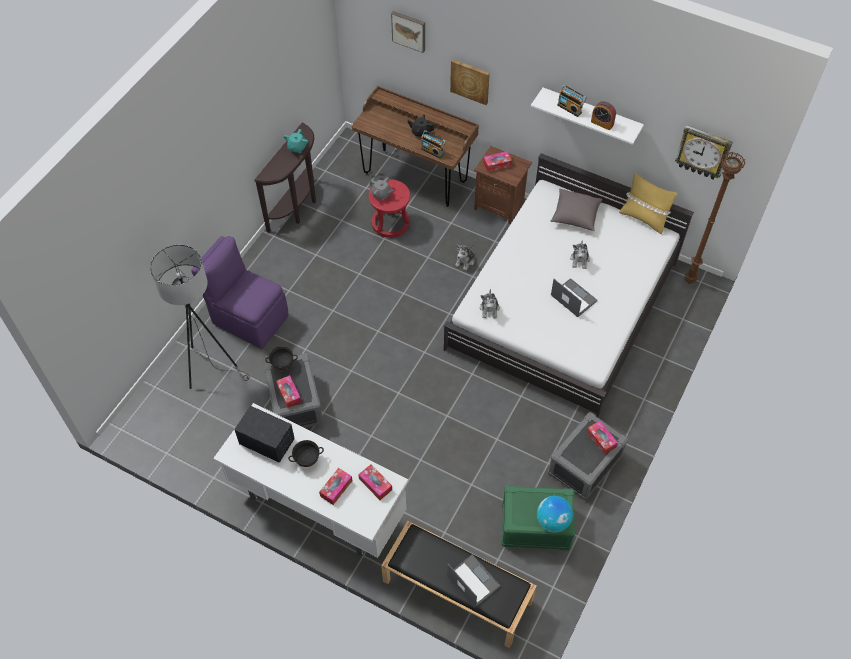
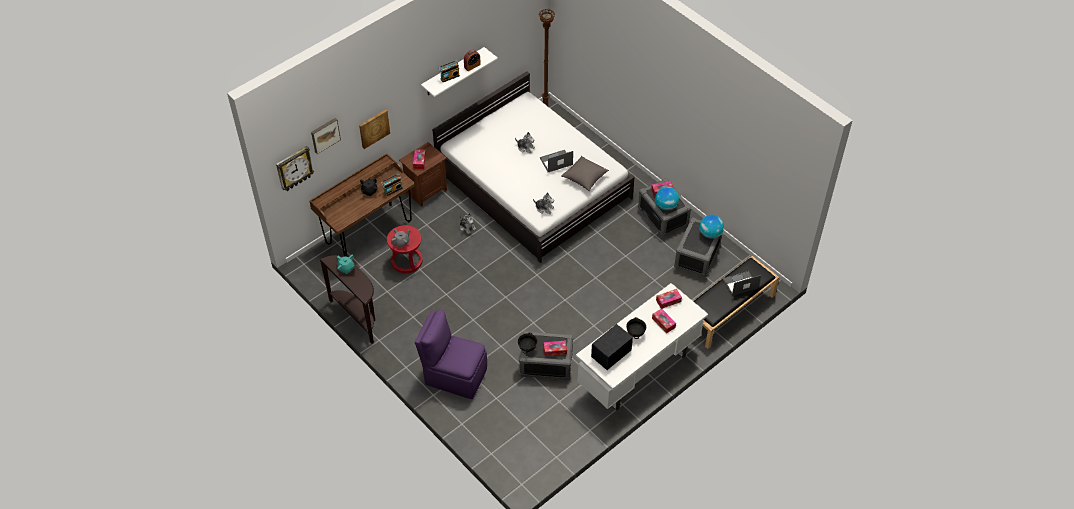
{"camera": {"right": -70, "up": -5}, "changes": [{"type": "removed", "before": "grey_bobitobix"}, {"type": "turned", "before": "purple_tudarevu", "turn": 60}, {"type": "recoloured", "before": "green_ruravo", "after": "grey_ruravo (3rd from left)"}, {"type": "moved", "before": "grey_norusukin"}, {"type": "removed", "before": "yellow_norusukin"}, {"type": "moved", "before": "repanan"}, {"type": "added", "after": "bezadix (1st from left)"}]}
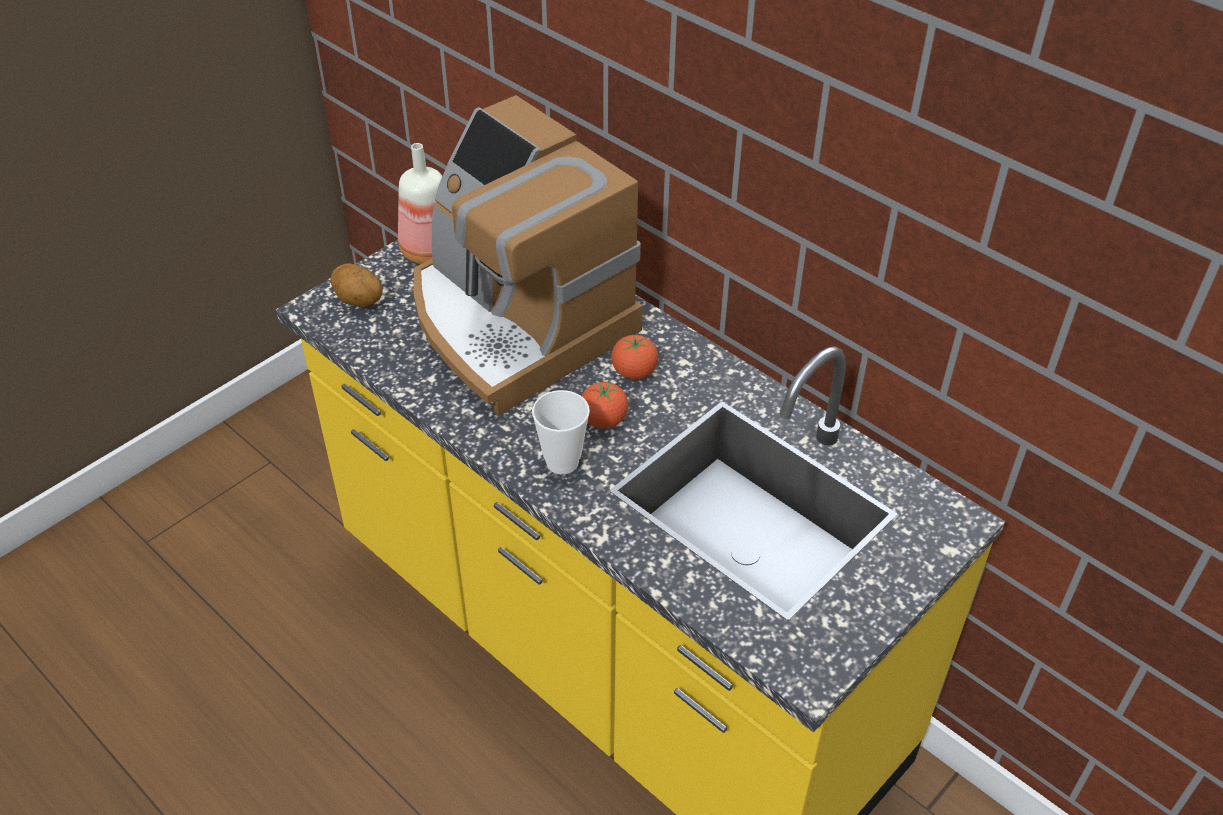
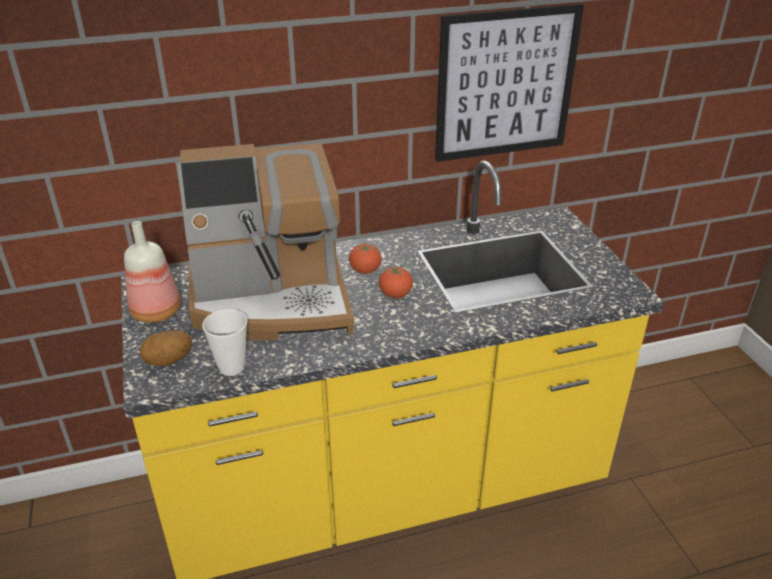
{"camera": {"right": -60, "up": -10}, "changes": [{"type": "moved", "before": "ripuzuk"}, {"type": "added", "after": "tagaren"}]}
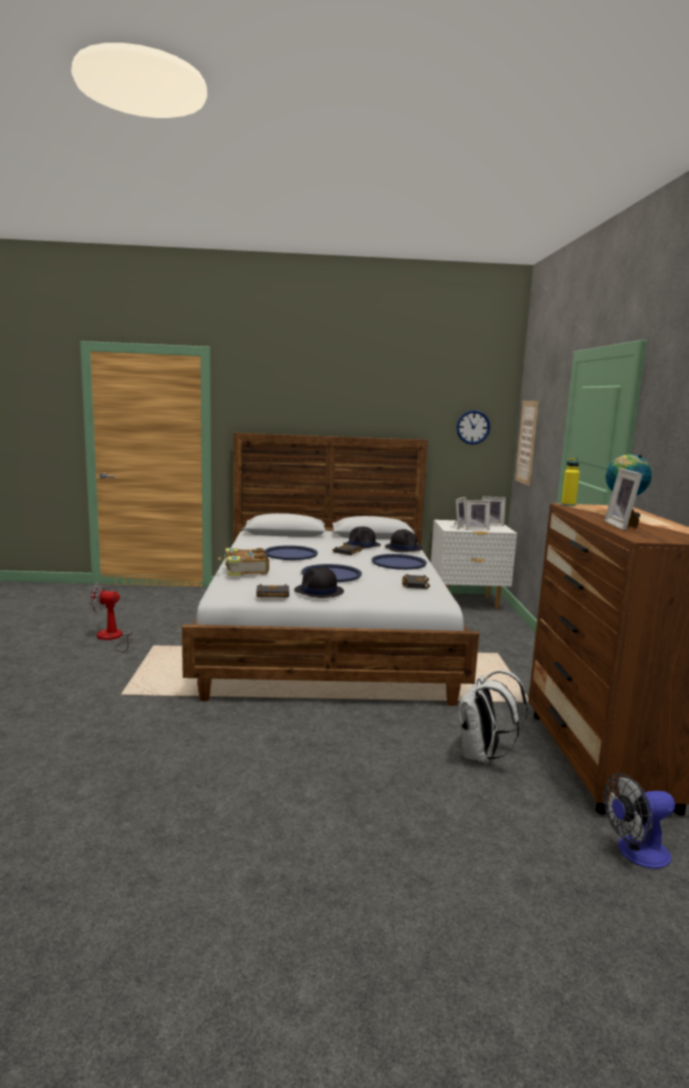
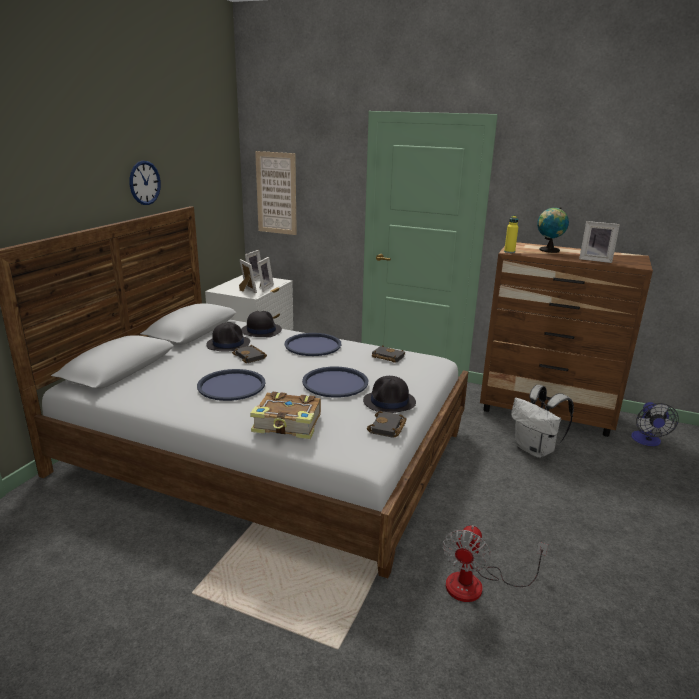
{"camera": {"right": -65, "up": 10}, "changes": [{"type": "moved", "before": "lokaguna (1st from left)"}, {"type": "moved", "before": "repanan"}]}
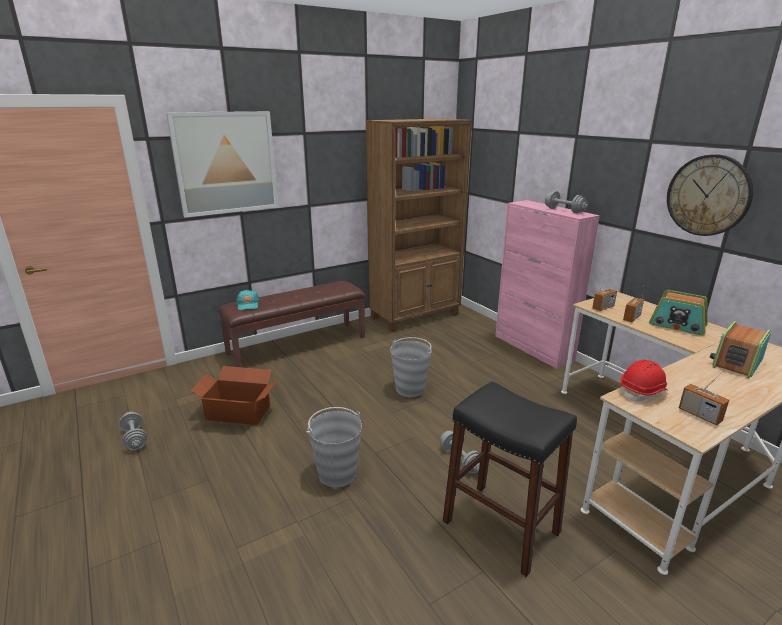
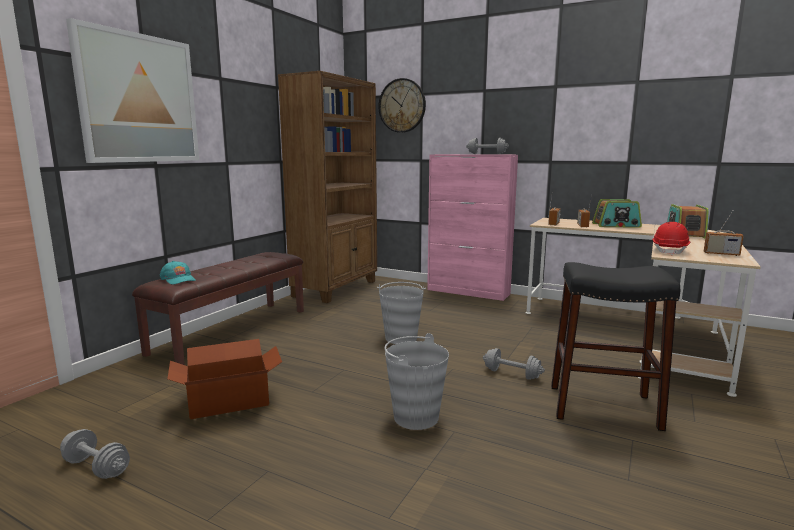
{"camera": {"right": -30, "up": -10}, "changes": [{"type": "moved", "before": "repanan"}]}
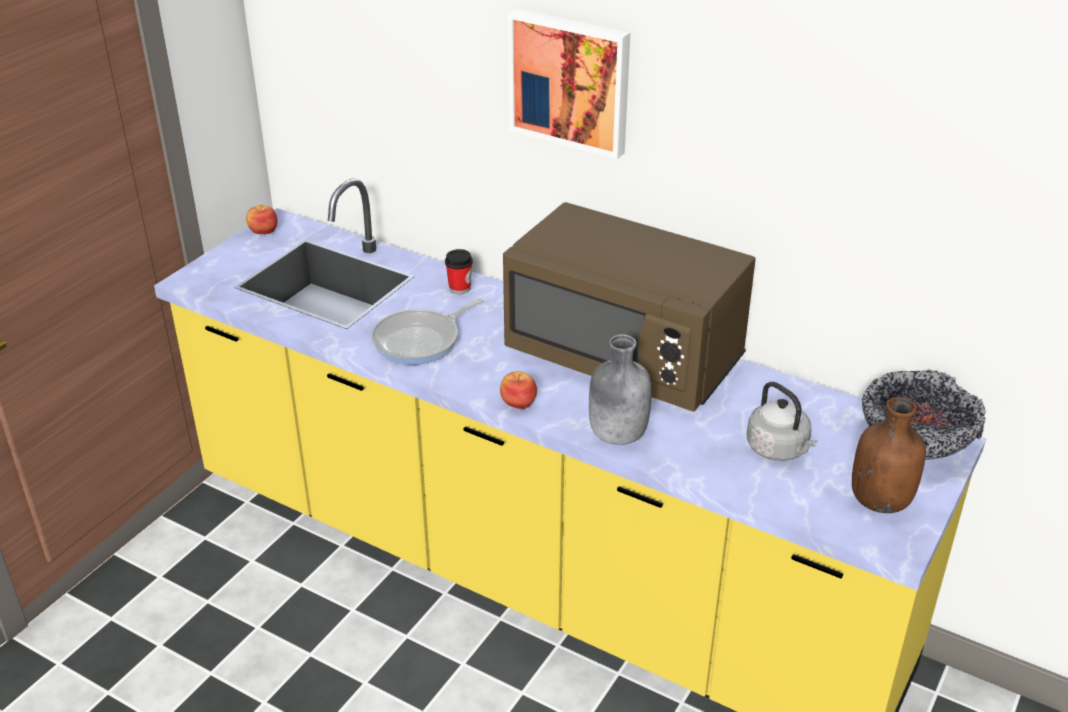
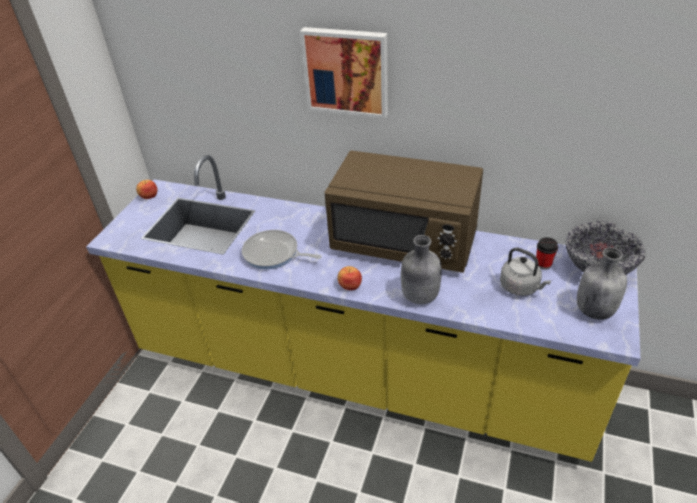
{"camera": {"right": -10, "up": 5}, "changes": [{"type": "turned", "before": "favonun", "turn": 75}, {"type": "moved", "before": "ripuzuk"}, {"type": "recoloured", "before": "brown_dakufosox", "after": "grey_dakufosox (2nd from left)"}]}
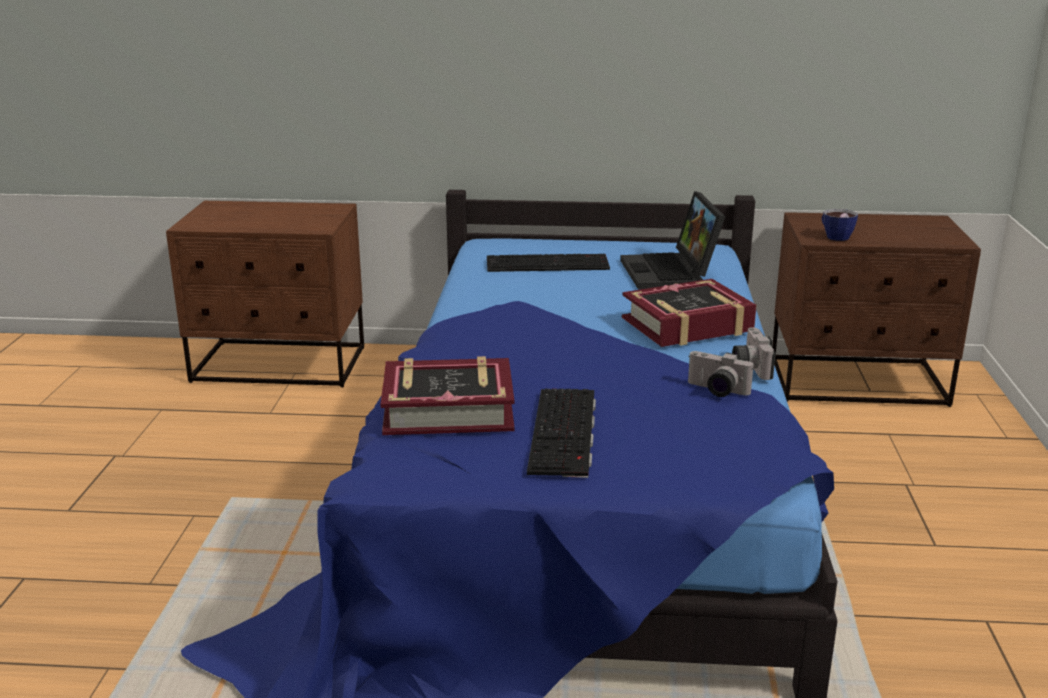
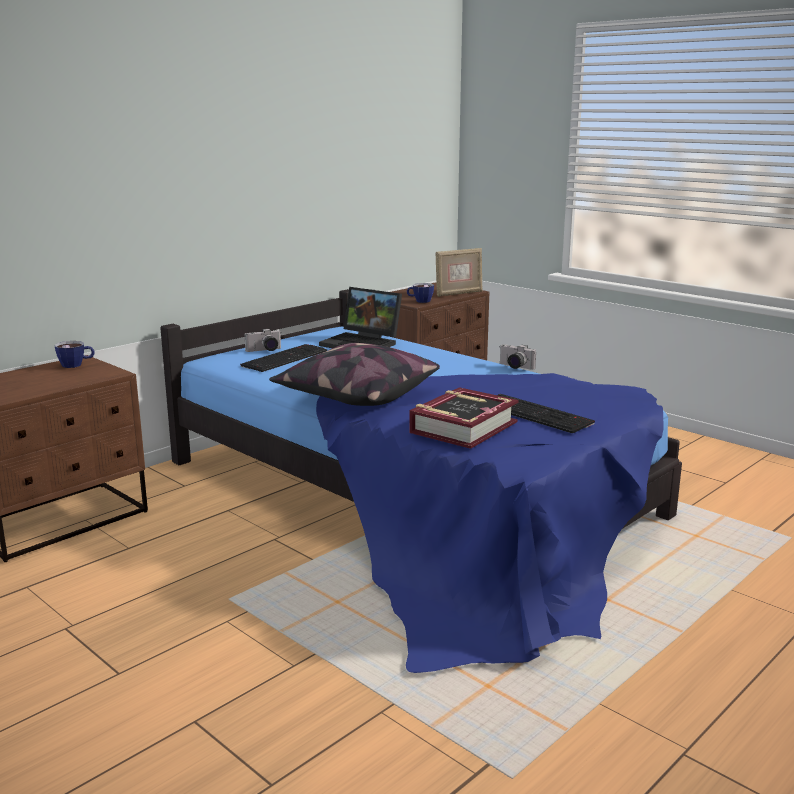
{"camera": {"right": -50, "up": -5}, "changes": [{"type": "removed", "before": "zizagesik (2nd from left)"}, {"type": "moved", "before": "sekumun (1st from left)"}, {"type": "added", "after": "ripuzuk (1st from left)"}, {"type": "added", "after": "norusukin"}, {"type": "added", "after": "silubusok"}]}
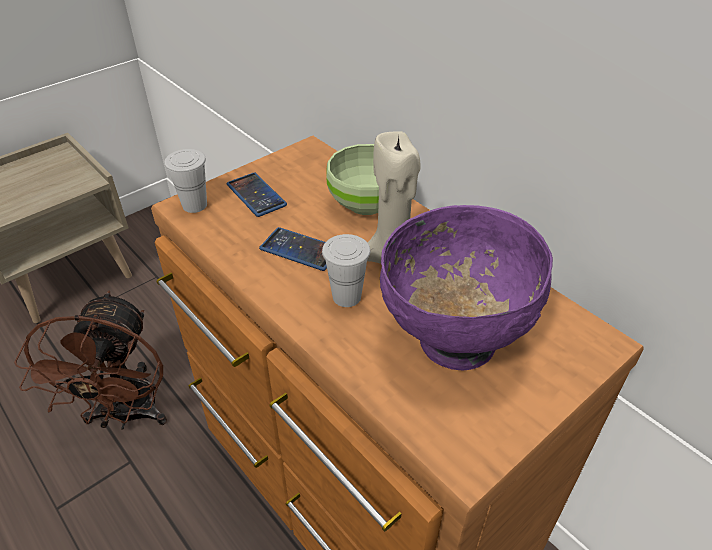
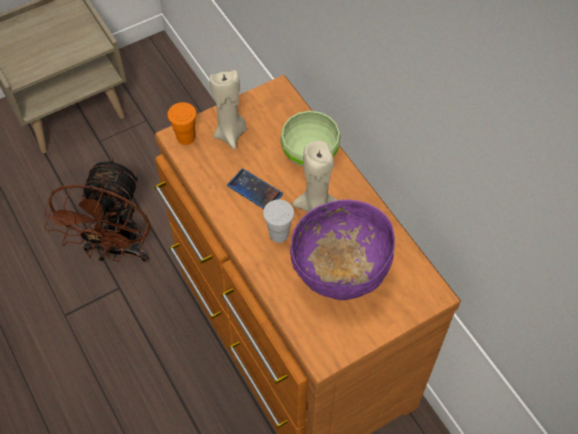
{"camera": {"right": 10, "up": 15}, "changes": [{"type": "recoloured", "before": "white_ripuzuk (1st from left)", "after": "orange_ripuzuk"}, {"type": "replaced", "before": "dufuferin (1st from left)", "after": "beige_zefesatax (1st from left)"}]}
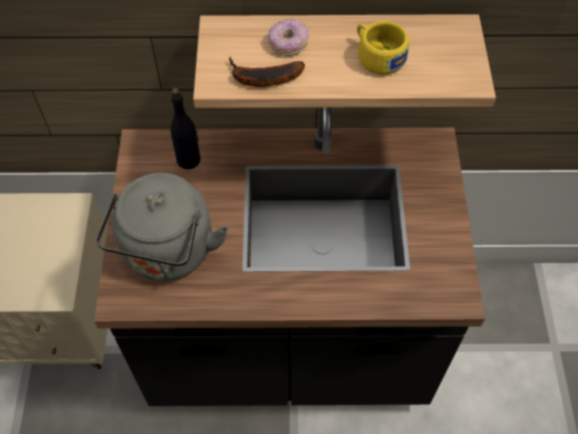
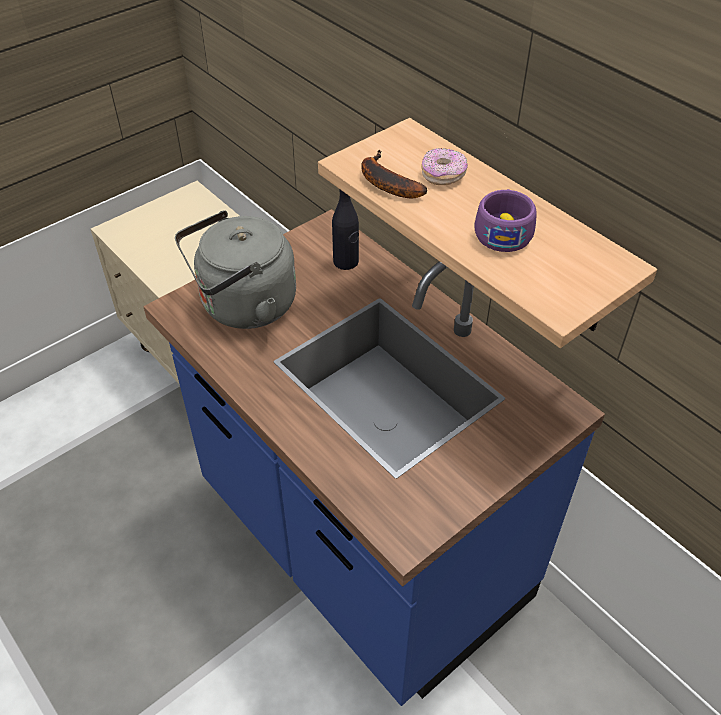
{"camera": {"right": 50, "up": -10}, "changes": [{"type": "recoloured", "before": "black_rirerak", "after": "blue_rirerak"}, {"type": "recoloured", "before": "yellow_ripuzuk", "after": "purple_ripuzuk"}]}
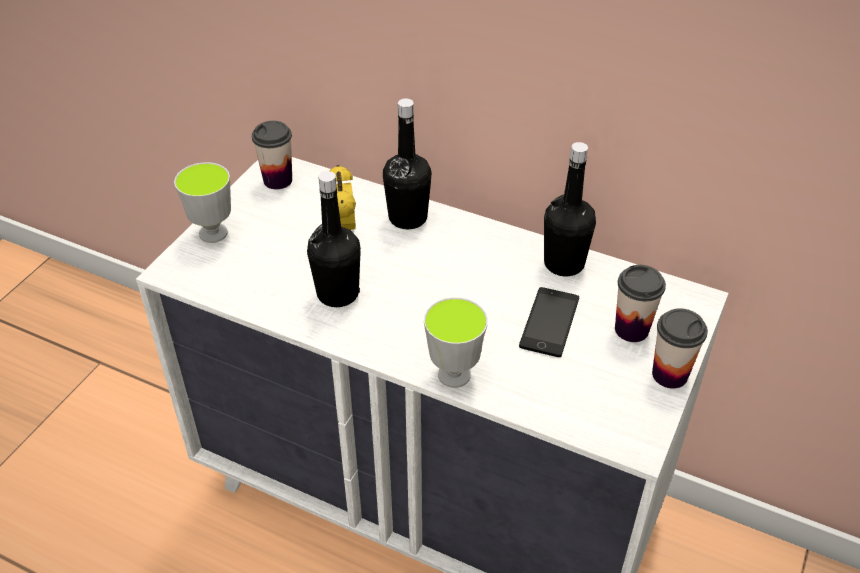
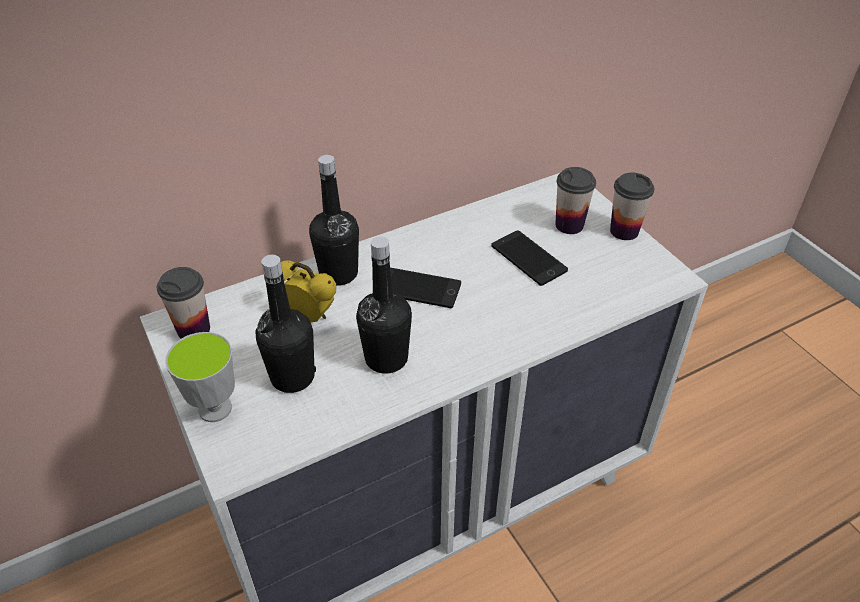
{"camera": {"right": -55, "up": 0}, "changes": [{"type": "removed", "before": "ripuzuk (3rd from left)"}, {"type": "moved", "before": "black_dakufosox (3rd from left in the first image)", "after": "black_dakufosox (1st from left)"}, {"type": "added", "after": "dufuferin (1st from left)"}]}
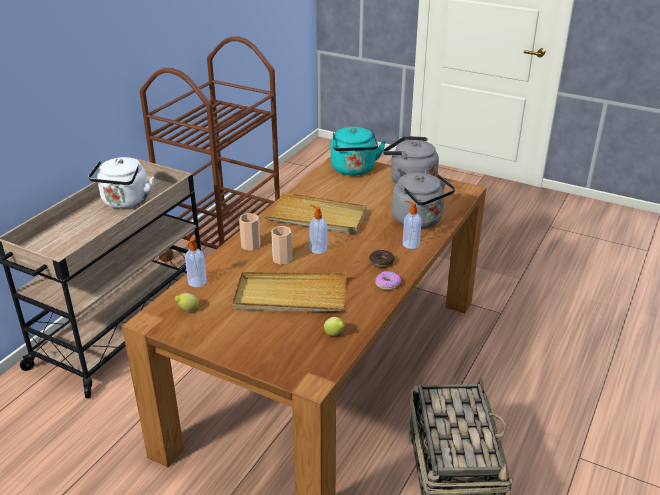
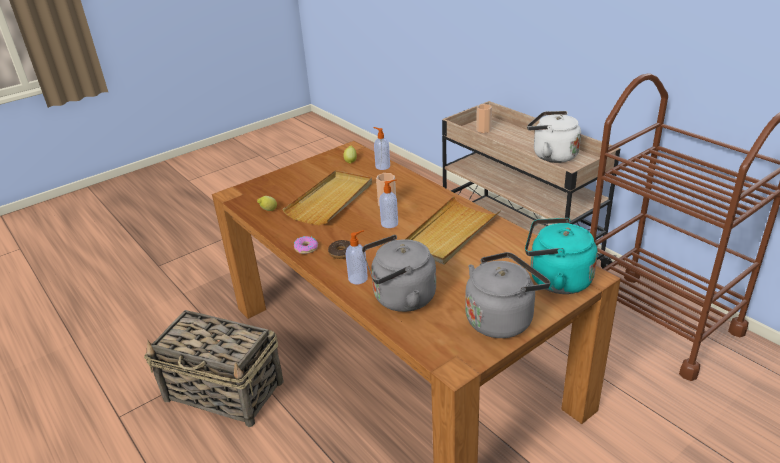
{"camera": {"right": 115, "up": 0}, "changes": [{"type": "moved", "before": "ripuzuk (1st from left in the first image)", "after": "ripuzuk (2nd from left)"}]}
